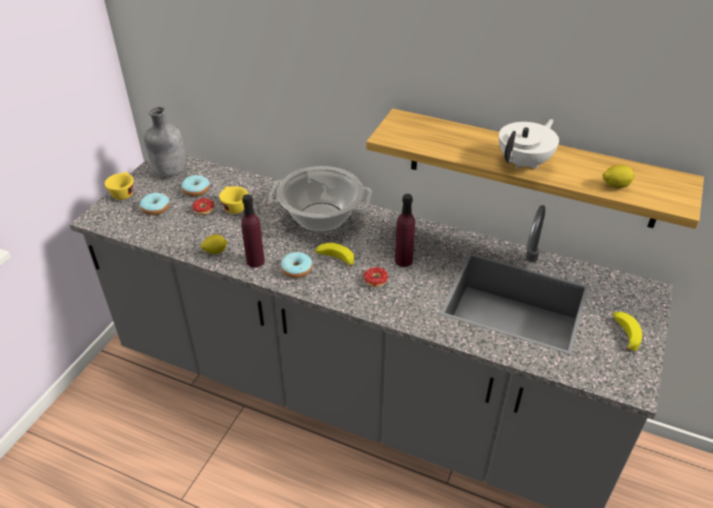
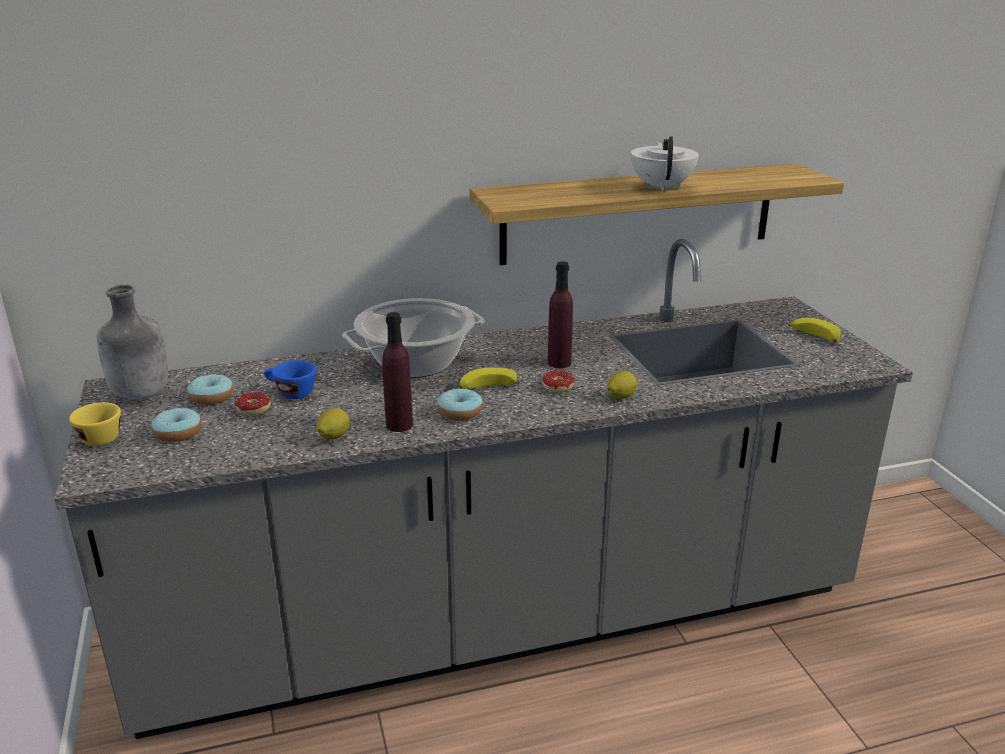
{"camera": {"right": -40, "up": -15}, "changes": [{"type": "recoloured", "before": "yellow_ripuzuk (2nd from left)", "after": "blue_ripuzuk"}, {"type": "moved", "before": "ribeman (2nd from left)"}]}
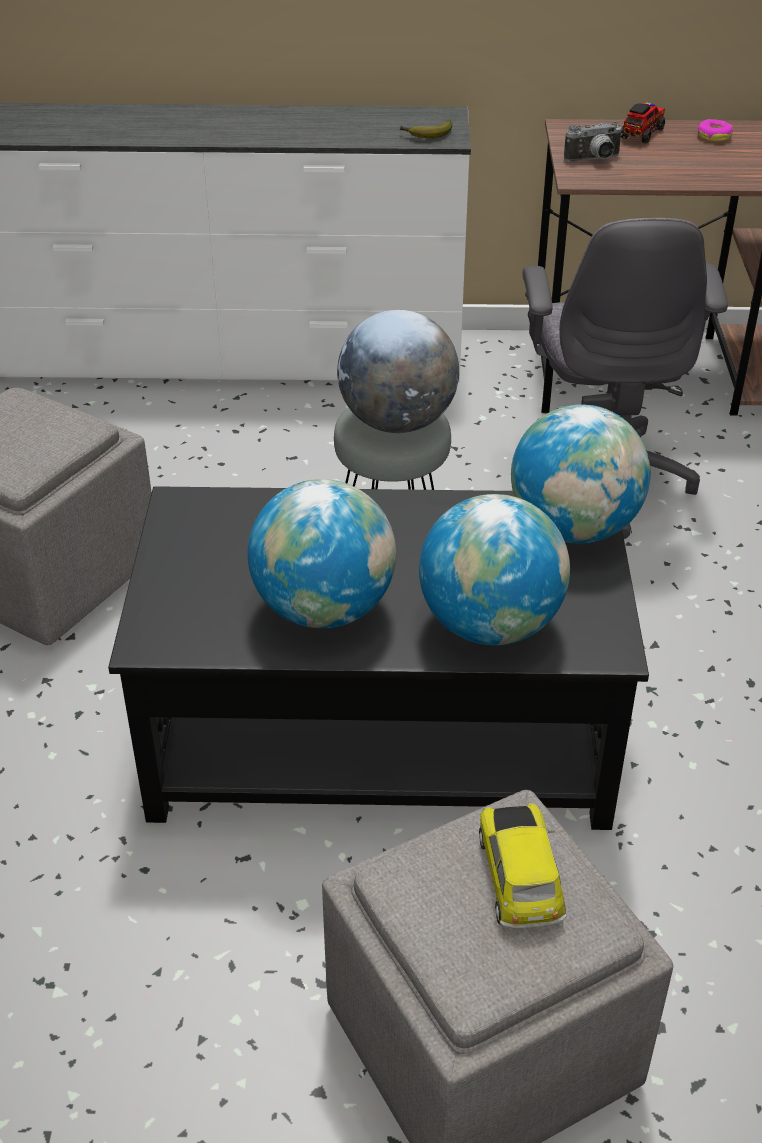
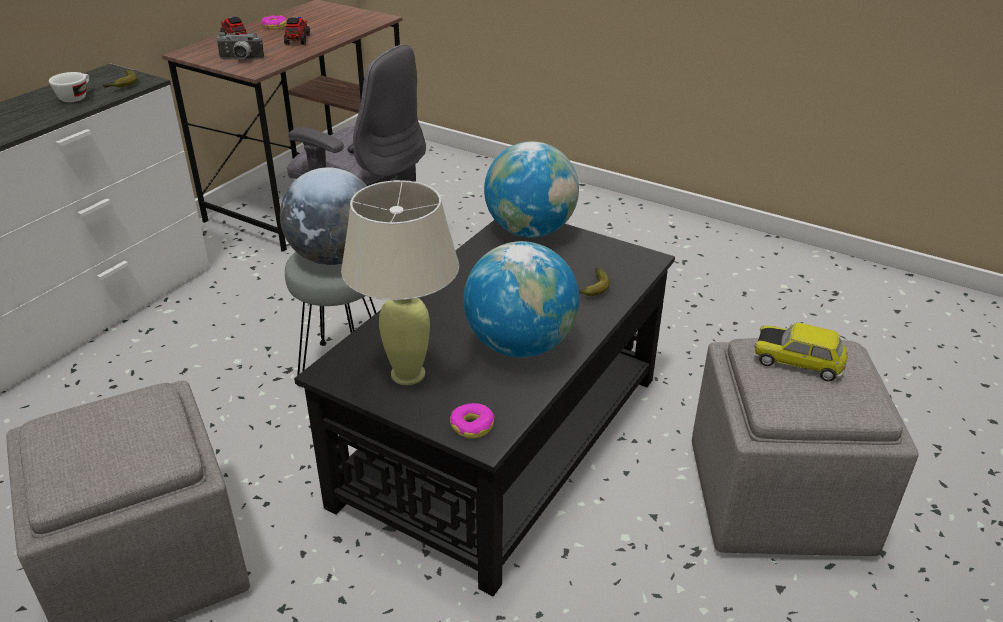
{"camera": {"right": -60, "up": -5}, "changes": [{"type": "replaced", "before": "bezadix (3rd from left)", "after": "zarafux (2nd from left)"}, {"type": "turned", "before": "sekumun", "turn": 75}, {"type": "added", "after": "white_ripuzuk"}, {"type": "added", "after": "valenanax (2nd from left)"}, {"type": "added", "after": "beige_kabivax"}, {"type": "added", "after": "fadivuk (2nd from left)"}]}
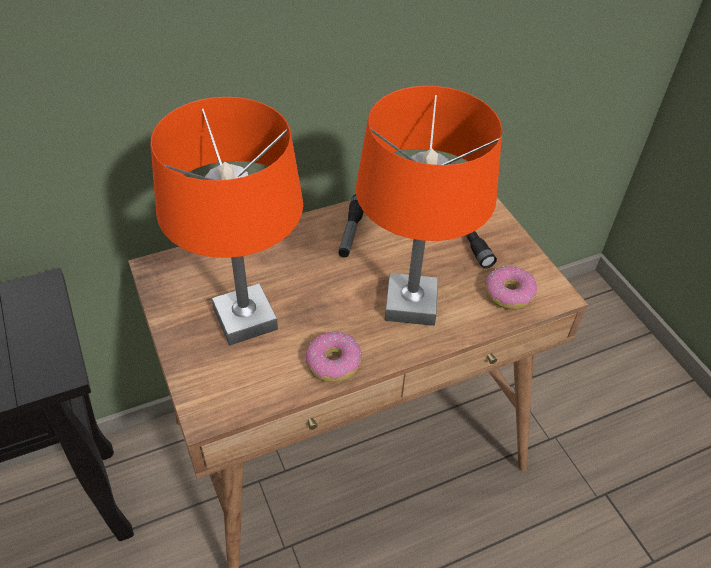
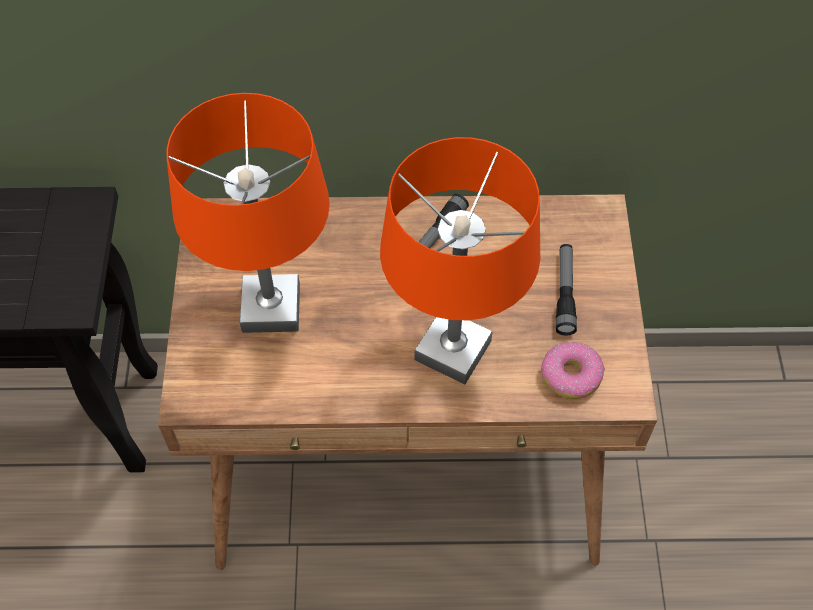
{"camera": {"right": 25, "up": 10}, "changes": [{"type": "removed", "before": "fadivuk (1st from left)"}]}
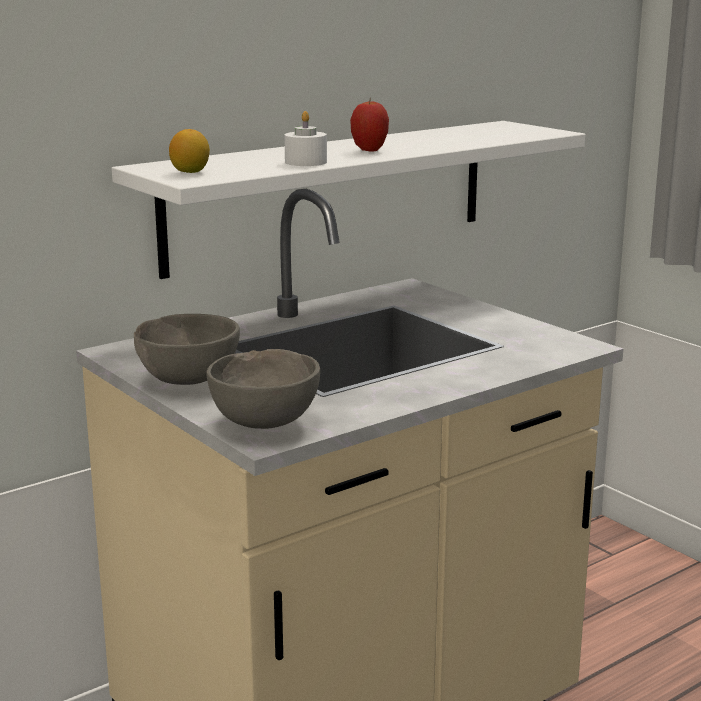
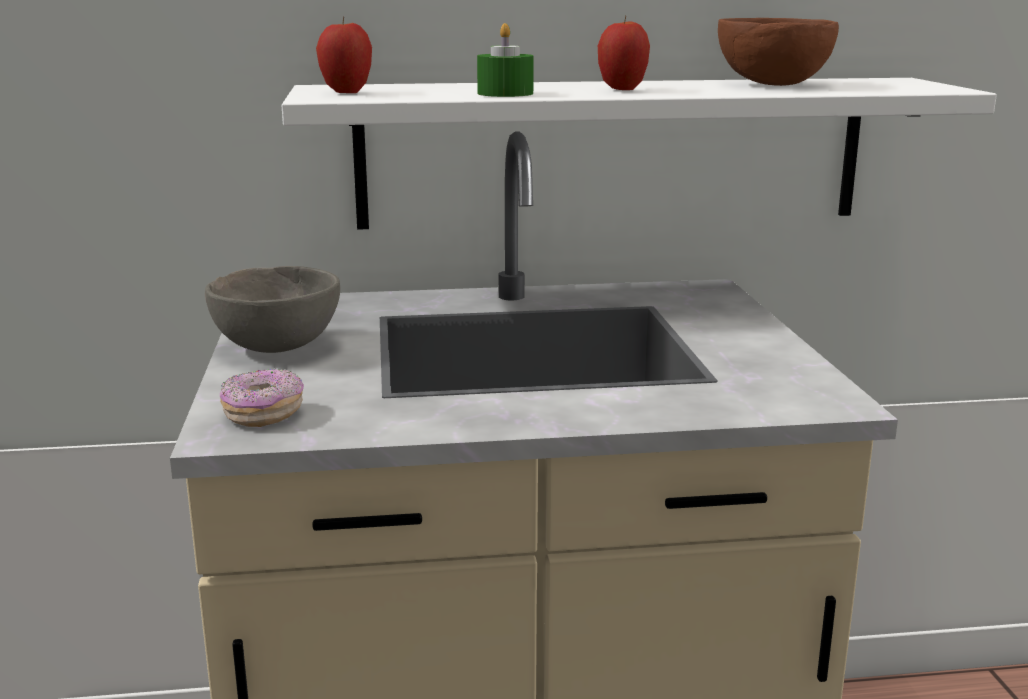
{"camera": {"right": 30, "up": 0}, "changes": [{"type": "replaced", "before": "ribeman", "after": "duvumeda (1st from left)"}, {"type": "replaced", "before": "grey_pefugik (2nd from left)", "after": "fadivuk"}, {"type": "recoloured", "before": "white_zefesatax", "after": "green_zefesatax"}, {"type": "added", "after": "brown_pefugik"}]}
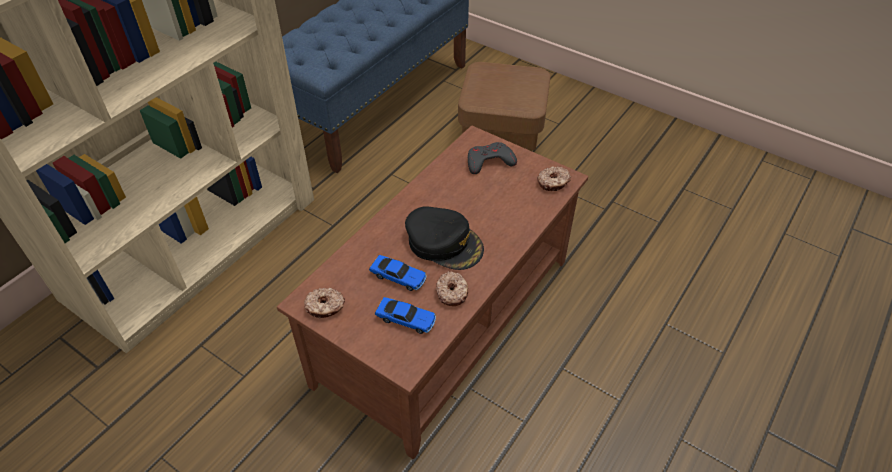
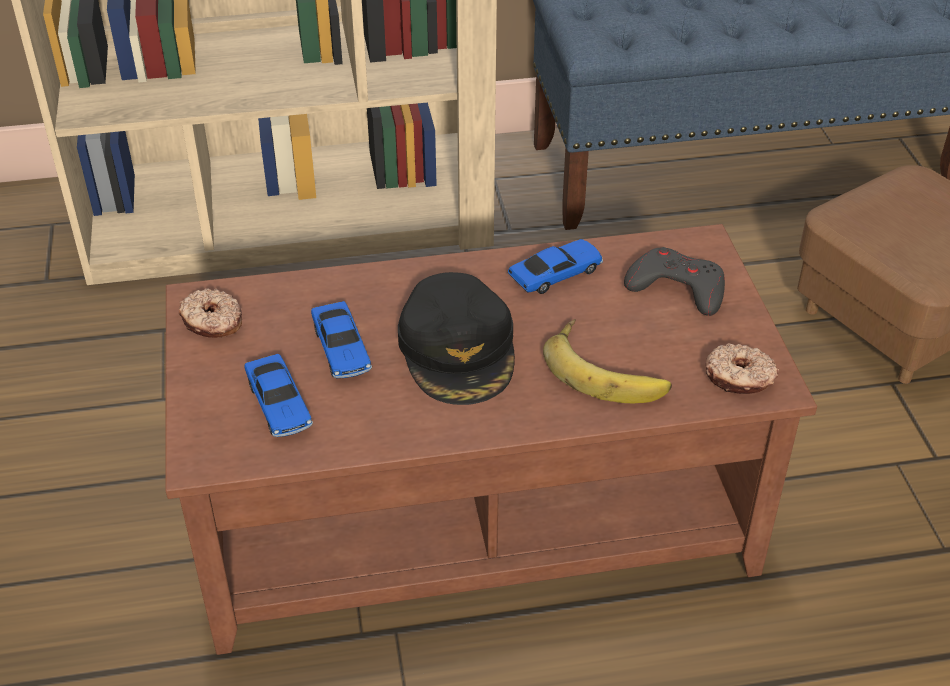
{"camera": {"right": 45, "up": -5}, "changes": [{"type": "removed", "before": "fadivuk (2nd from left)"}, {"type": "added", "after": "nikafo (3rd from left)"}, {"type": "added", "after": "zarafux"}]}
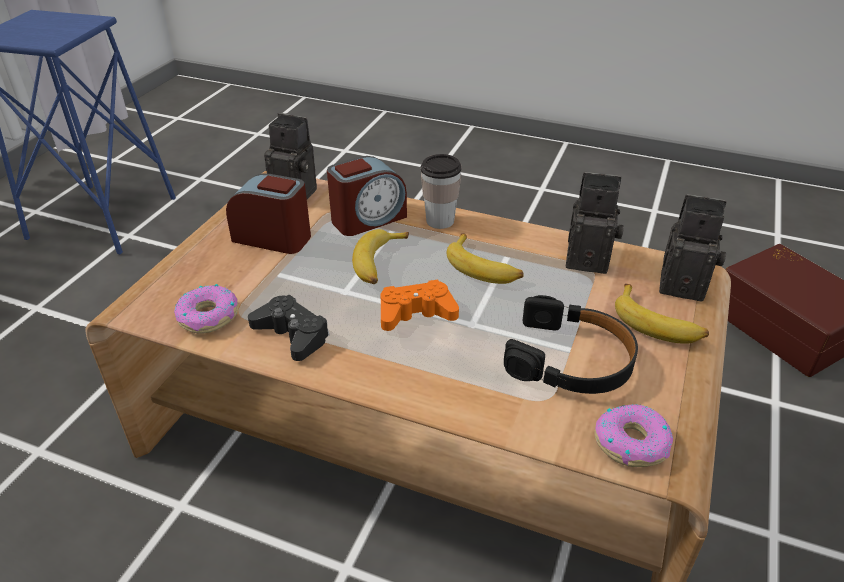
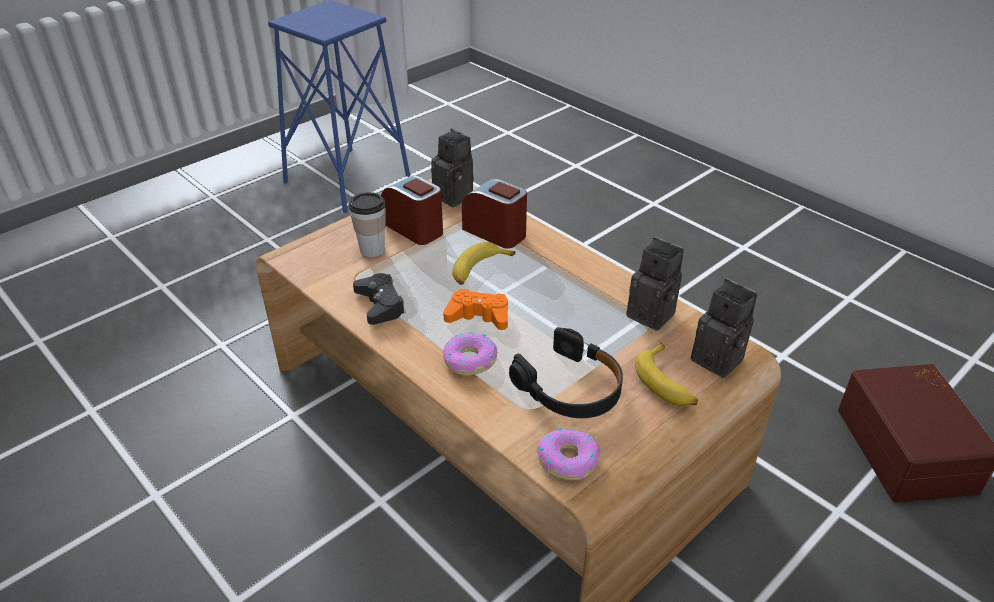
{"camera": {"right": 25, "up": 0}, "changes": [{"type": "moved", "before": "fadivuk (1st from left)"}, {"type": "turned", "before": "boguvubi (2nd from left)", "turn": -135}, {"type": "moved", "before": "ripuzuk"}, {"type": "removed", "before": "zarafux (2nd from left)"}]}
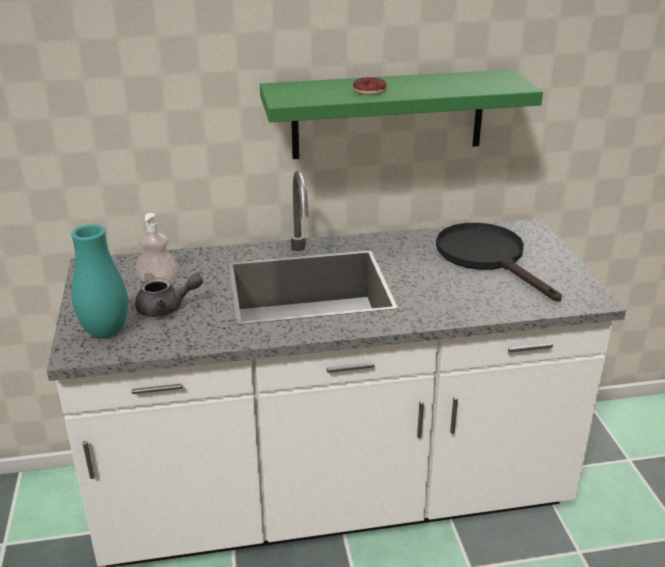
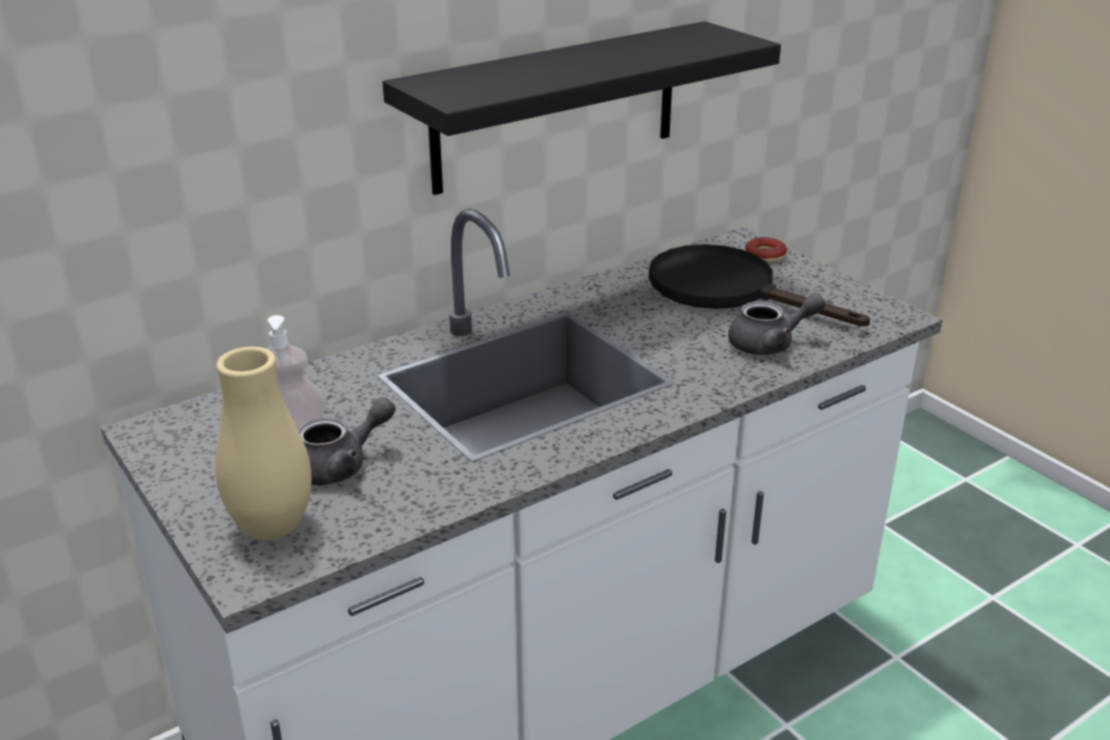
{"camera": {"right": -25, "up": 0}, "changes": [{"type": "recoloured", "before": "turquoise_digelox", "after": "beige_digelox"}, {"type": "recoloured", "before": "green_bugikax", "after": "black_bugikax"}, {"type": "moved", "before": "fadivuk"}, {"type": "added", "after": "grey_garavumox (2nd from left)"}]}
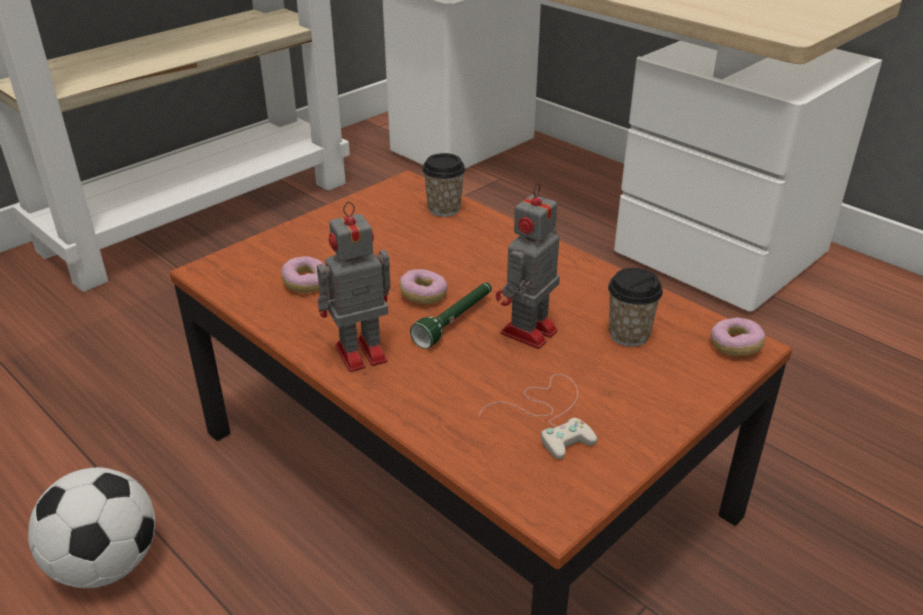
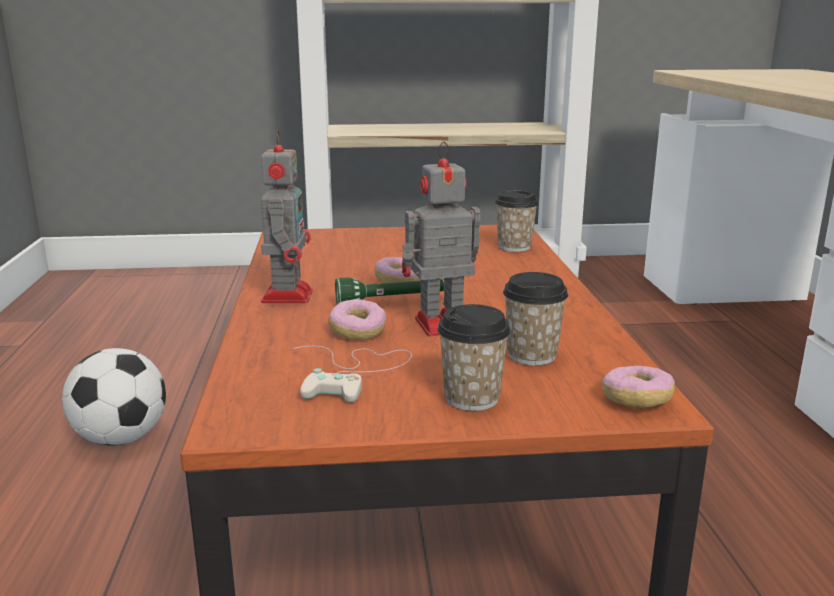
{"camera": {"right": 40, "up": -15}, "changes": [{"type": "moved", "before": "fadivuk (1st from left)"}, {"type": "turned", "before": "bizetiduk (1st from left)", "turn": 75}, {"type": "added", "after": "ripuzuk (1st from left)"}]}
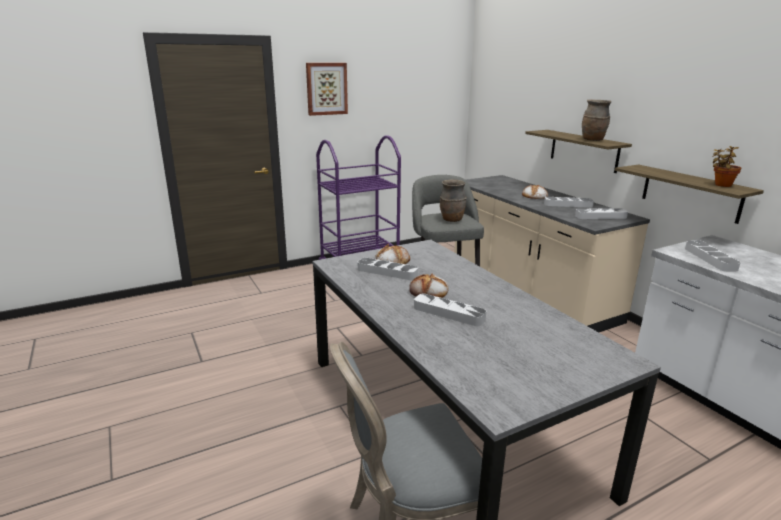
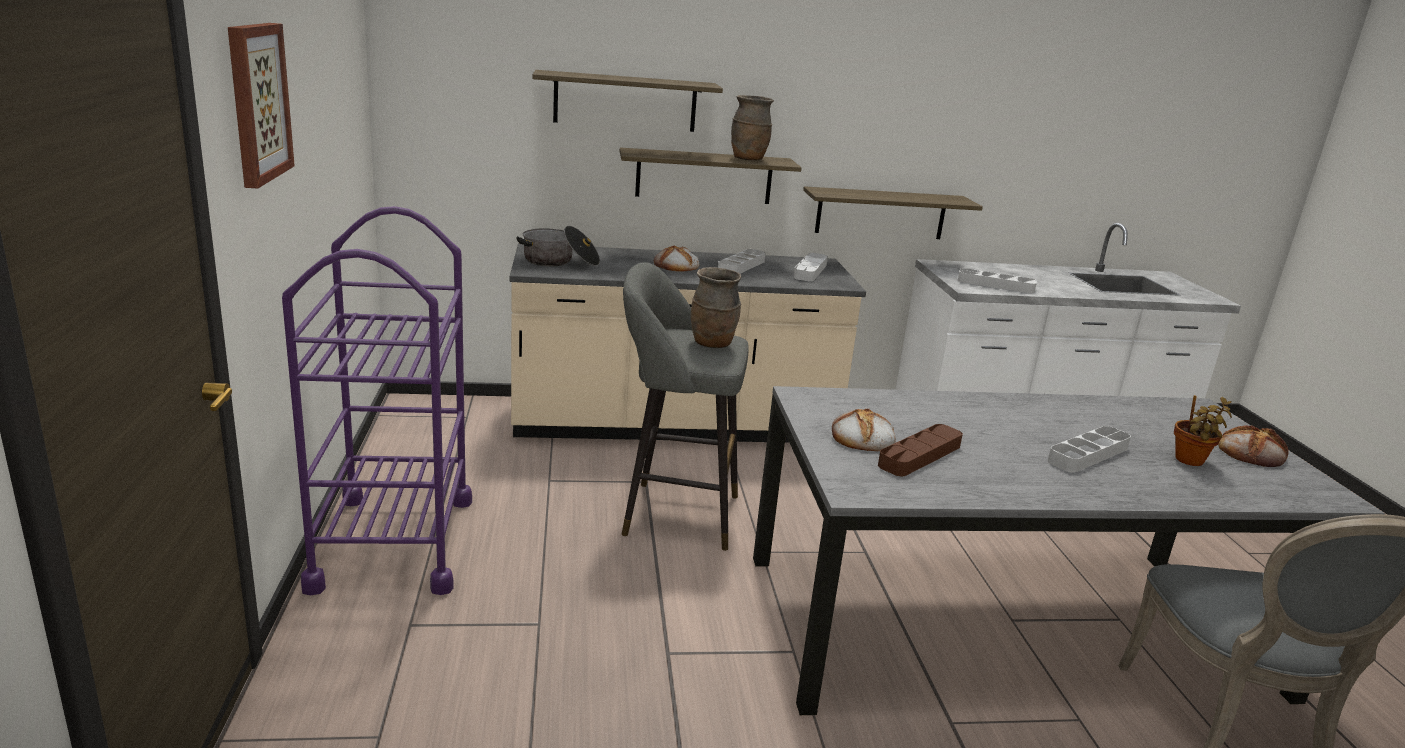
{"camera": {"right": -70, "up": 0}, "changes": [{"type": "recoloured", "before": "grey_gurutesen (1st from left)", "after": "brown_gurutesen"}, {"type": "moved", "before": "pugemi (2nd from left in the first image)", "after": "pugemi (3rd from left)"}, {"type": "moved", "before": "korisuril"}, {"type": "added", "after": "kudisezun"}, {"type": "added", "after": "bugikax (1st from left)"}]}
